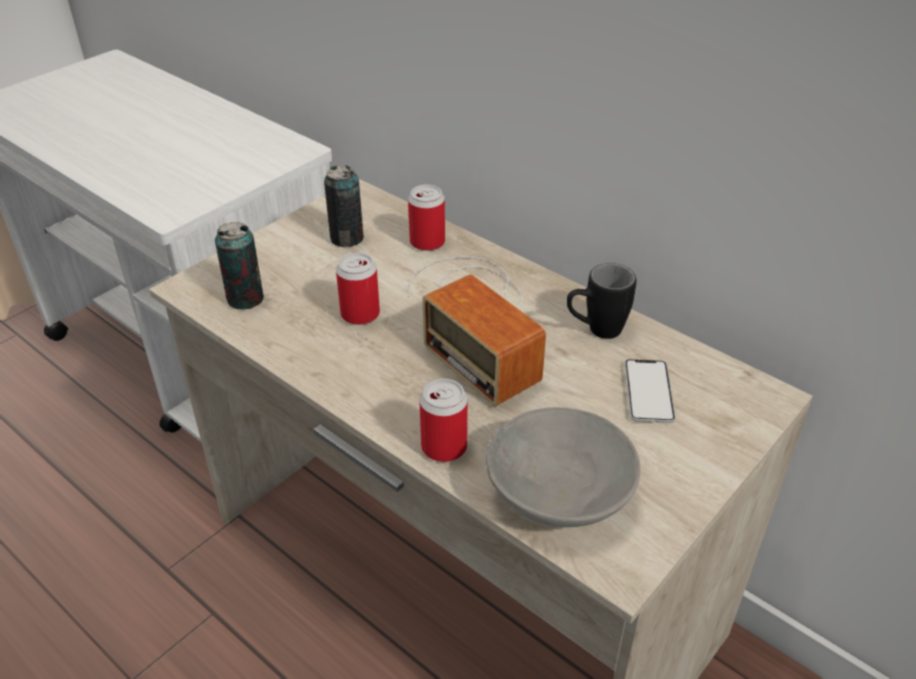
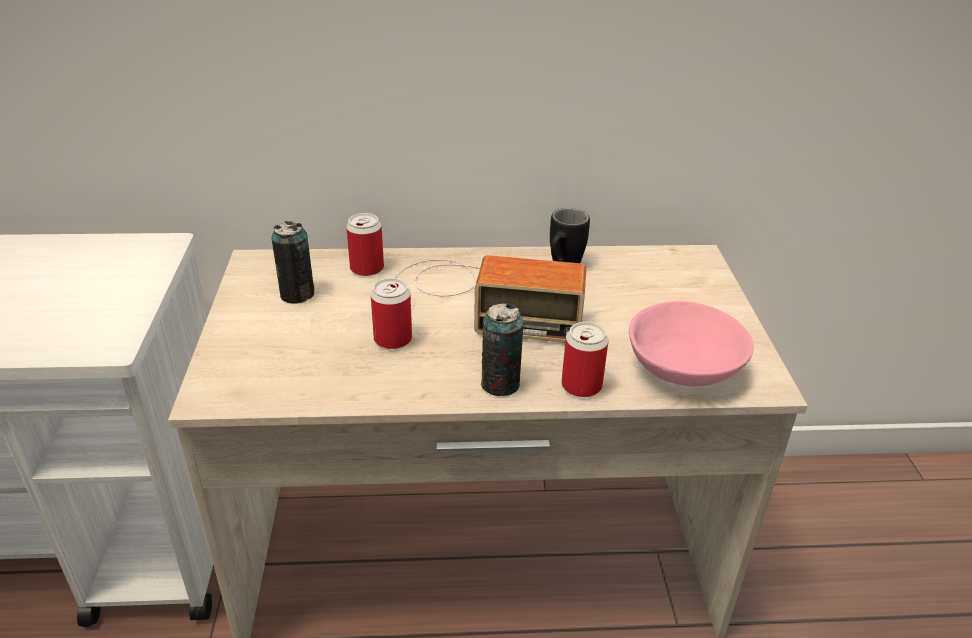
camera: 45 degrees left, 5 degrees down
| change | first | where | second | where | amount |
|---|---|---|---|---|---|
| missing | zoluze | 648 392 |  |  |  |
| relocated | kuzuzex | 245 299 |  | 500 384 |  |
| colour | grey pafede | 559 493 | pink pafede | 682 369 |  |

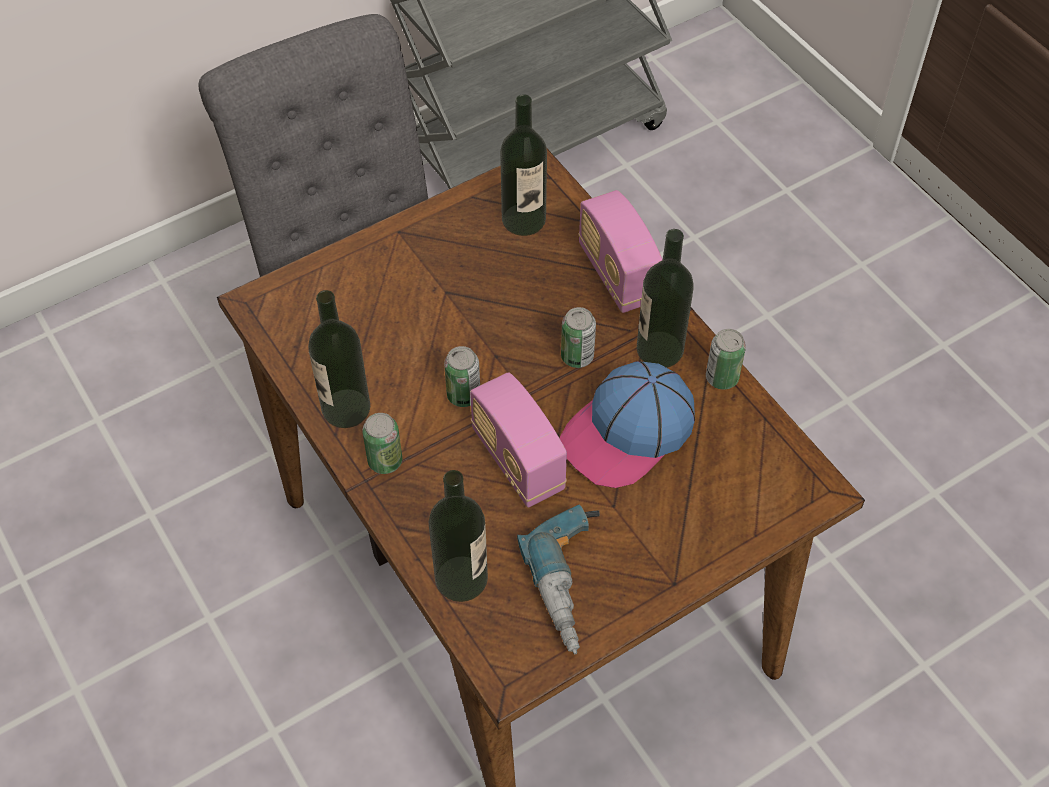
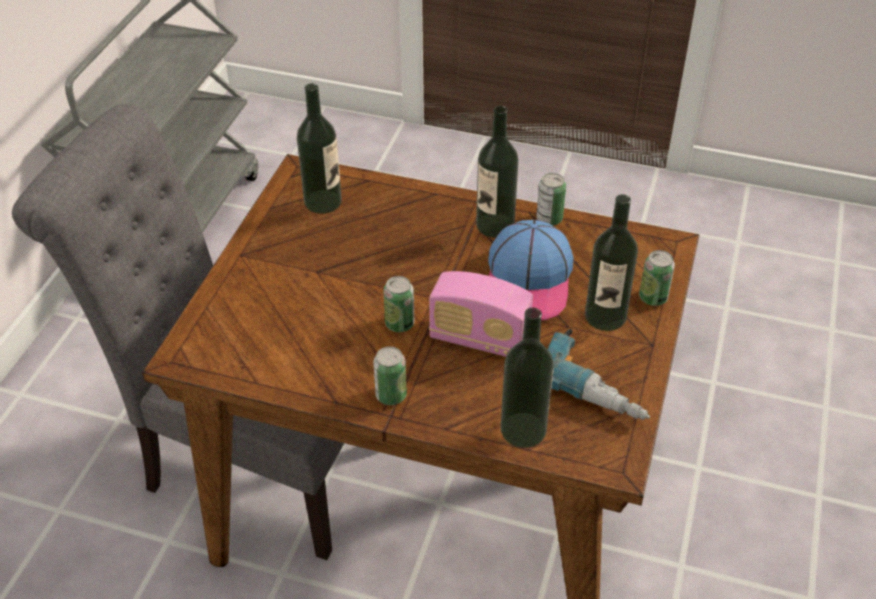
camera: 40 degrees left, 10 degrees down
| change | first | where | second | where | amount |
|---|---|---|---|---|---|
| missing | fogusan | 617 274 |  |  |  |
| relocated | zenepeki | 346 408 |  | 605 316 |  |
| relocated | kuzuzex | 577 356 |  | 653 297 |  |

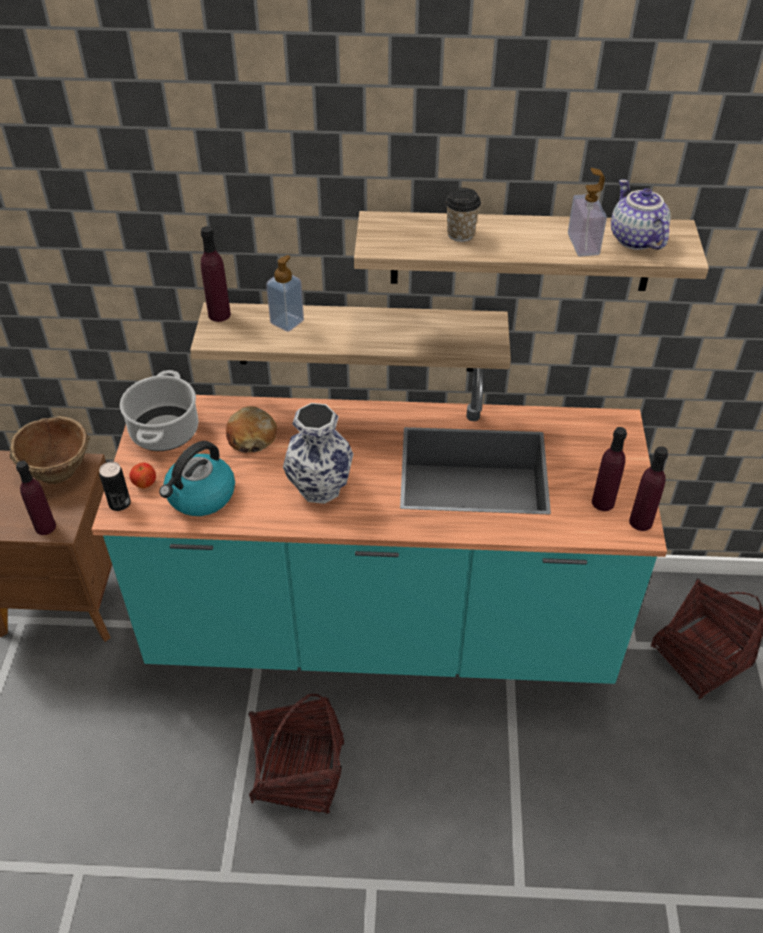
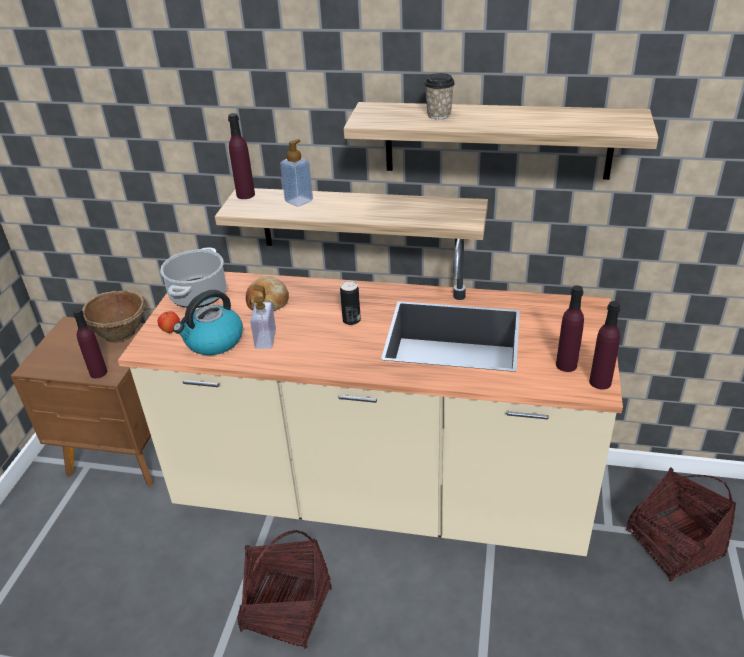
camera: 10 degrees right, 10 degrees down
| change | first | where | second | where | amount |
|---|---|---|---|---|---|
| missing | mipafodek | 320 486 |  |  |  |
| missing | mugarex | 634 239 |  |  |  |
| relocated | kuzuzex | 119 503 |  | 351 320 |  |
| relocated | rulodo | 583 244 |  | 265 339 |  |
| colour | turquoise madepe | 381 630 | beige madepe | 381 497 |  |

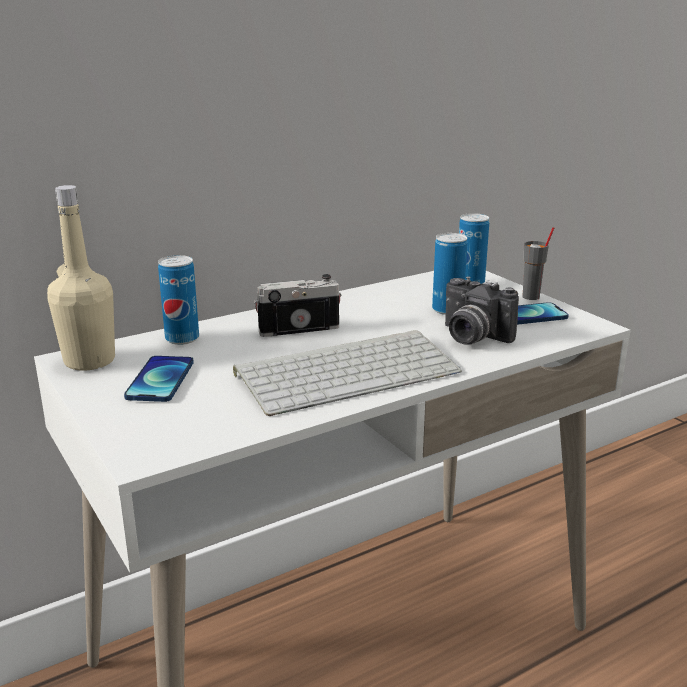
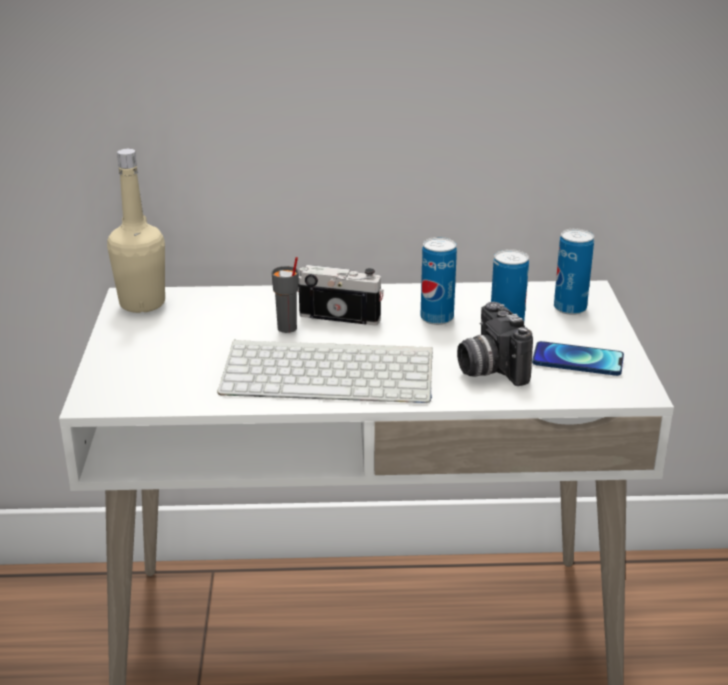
camera: 30 degrees right, 5 degrees up
| change | first | where | second | where | amount |
|---|---|---|---|---|---|
| missing | zoluze | 160 380 |  |  |  |
| relocated | kuzuzex | 182 339 |  | 437 318 |  |
| relocated | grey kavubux | 531 297 |  | 287 328 |  |

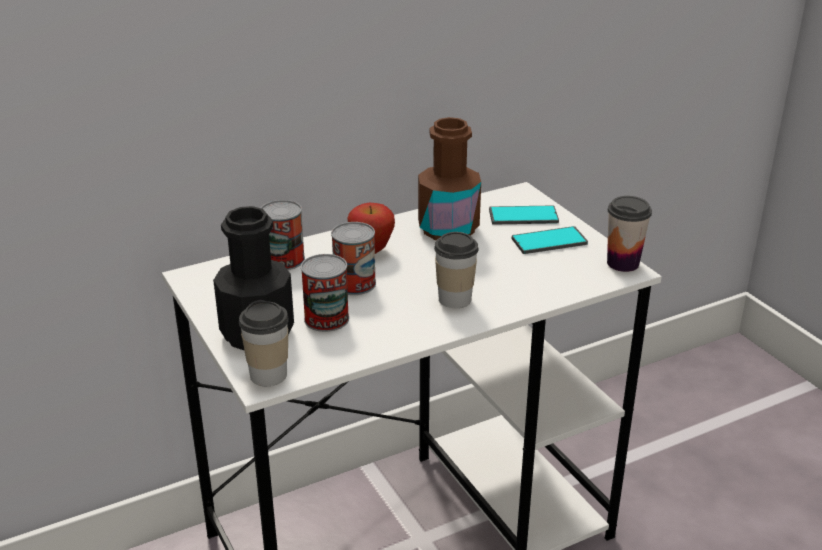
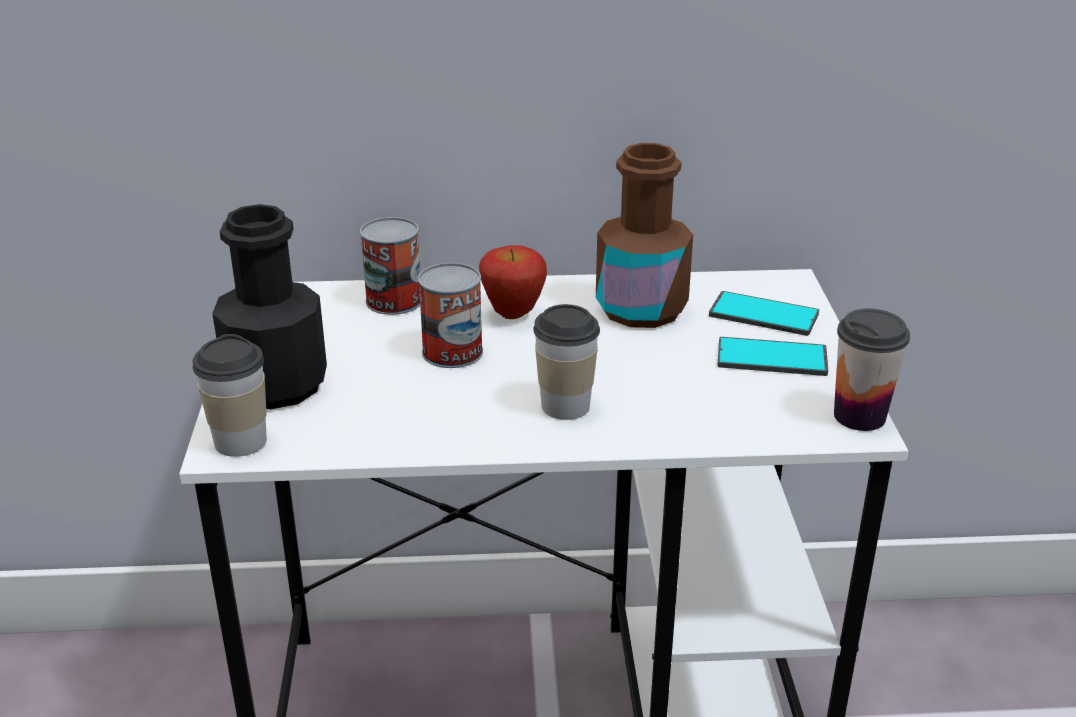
camera: 25 degrees right, 0 degrees up
| change | first | where | second | where | amount |
|---|---|---|---|---|---|
| missing | kuzuzex | 326 319 |  |  |  |

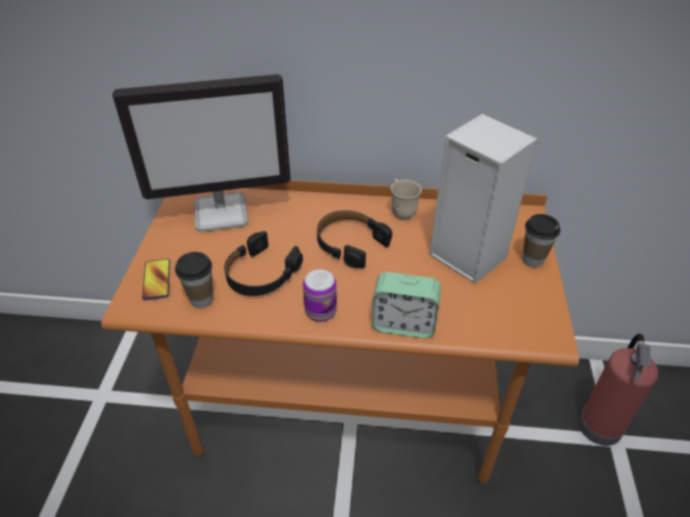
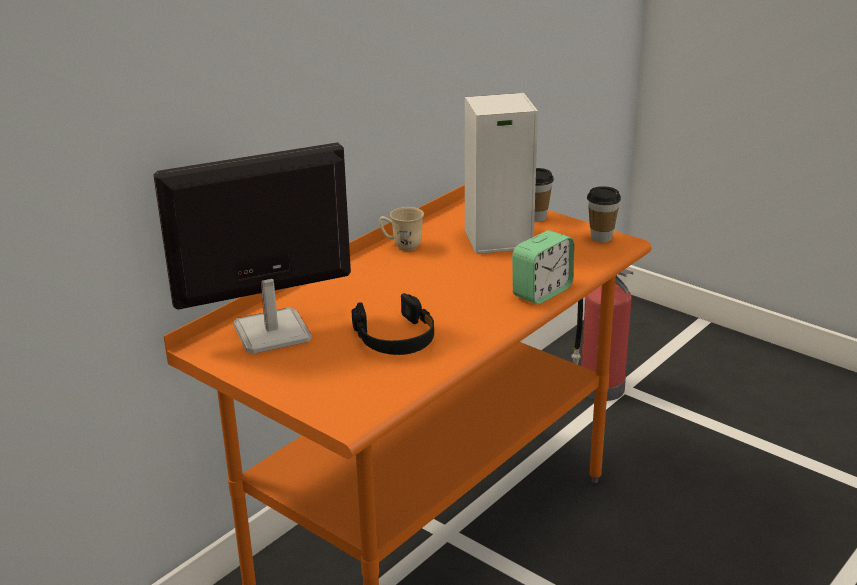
camera: 55 degrees left, 15 degrees down
| change | first | where | second | where | amount |
|---|---|---|---|---|---|
| missing | zoluze | 157 280 |  |  |  |
| missing | kuzuzex | 320 311 |  |  |  |
| missing | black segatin | 350 243 |  |  |  |
| relocated | kavubux | 201 300 |  | 601 237 |  |
| spun | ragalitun | 222 213 |  | 270 333 | 135 degrees counterclockwise |

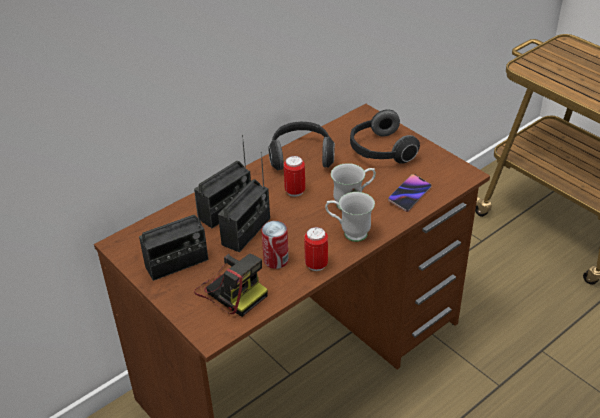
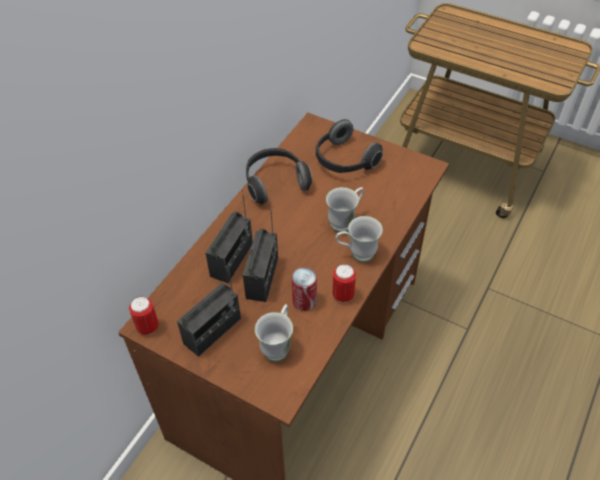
camera: 20 degrees left, 10 degrees up
| change | first | where | second | where | amount |
|---|---|---|---|---|---|
| missing | zoluze | 409 195 |  |  |  |
| relocated | kuzuzex | 295 191 |  | 148 327 |  |
| exchanged | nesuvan | 231 290 | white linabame | 278 345 |  |

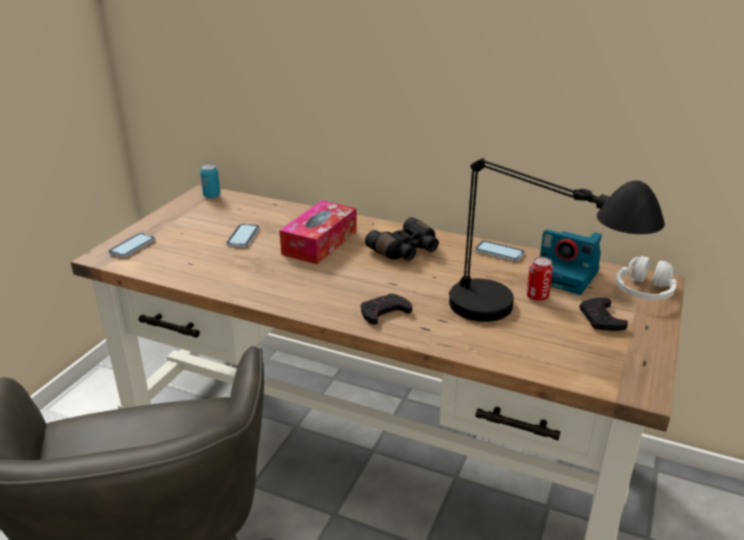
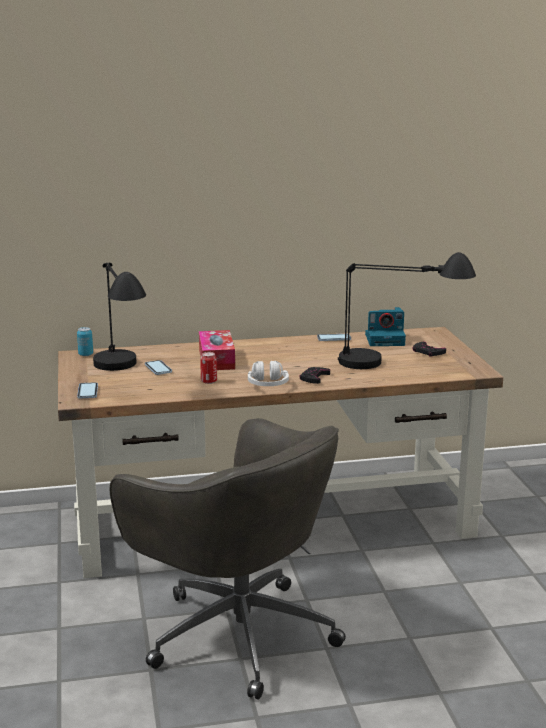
camera: 35 degrees left, 10 degrees down
| change | first | where | second | where | amount |
|---|---|---|---|---|---|
| missing | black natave | 406 251 |  |  |  |
| appeared |  |  | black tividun | 122 376 |  |
| relocated | kuzuzex | 537 296 |  | 209 381 |  |
| relocated | white segatin | 644 291 |  | 267 384 |  |

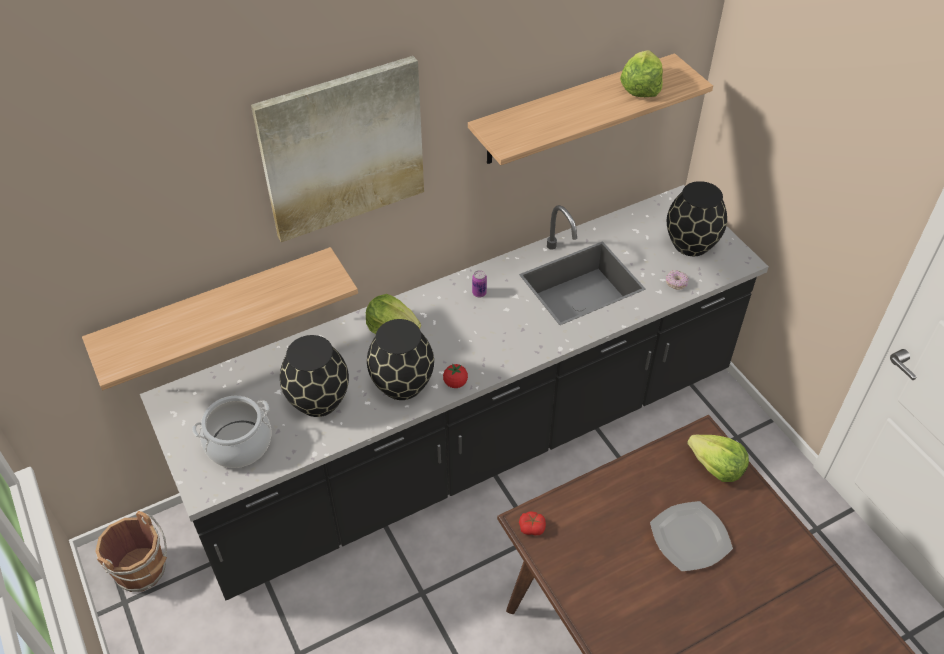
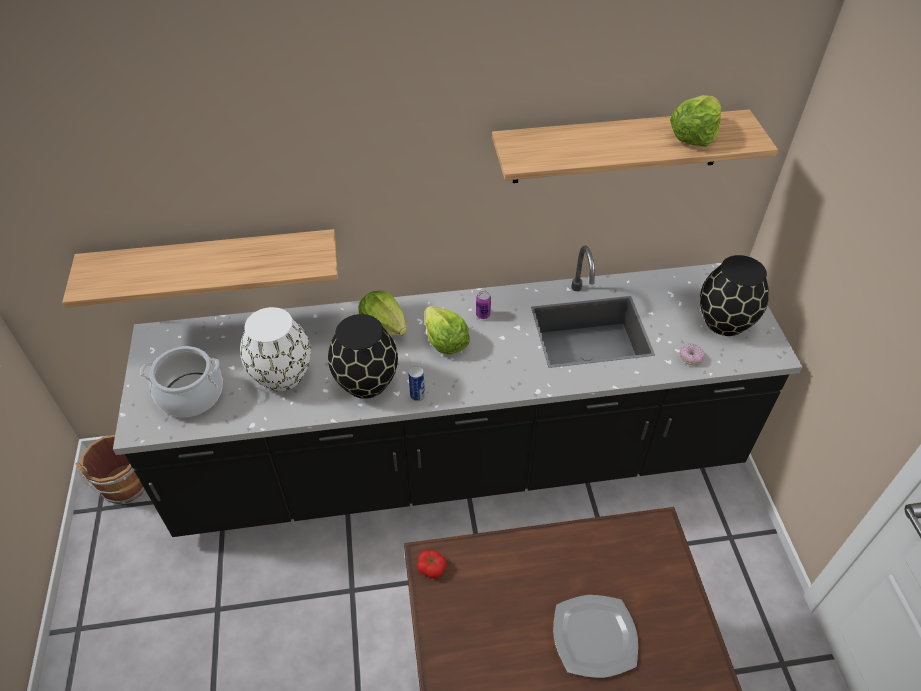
camera: 20 degrees right, 0 degrees up
| change | first | where | second | where | amount |
|---|---|---|---|---|---|
| missing | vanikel | 342 149 |  |  |  |
| relocated | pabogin | 716 467 |  | 445 341 |  |
| exchanged | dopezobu | 455 383 | kuzuzex | 417 395 |  |
| colour | black mipafodek | 319 401 | white mipafodek | 282 376 |  |

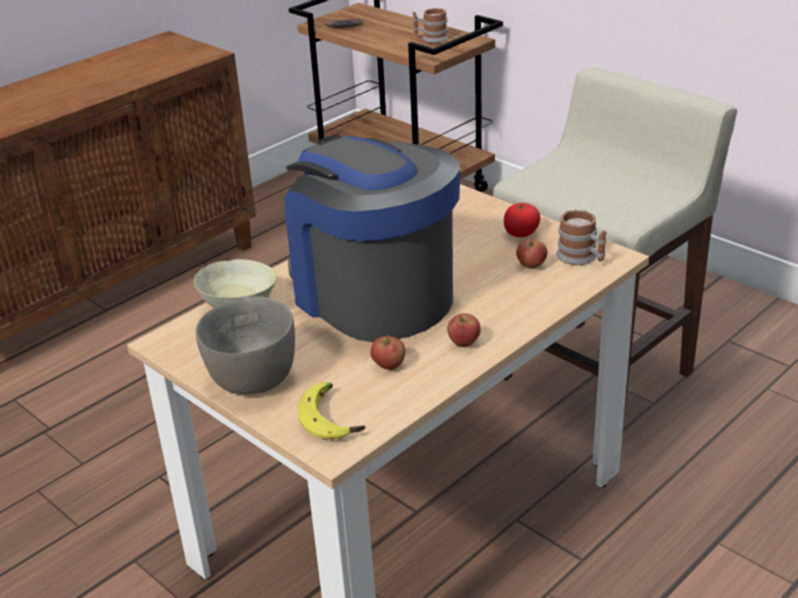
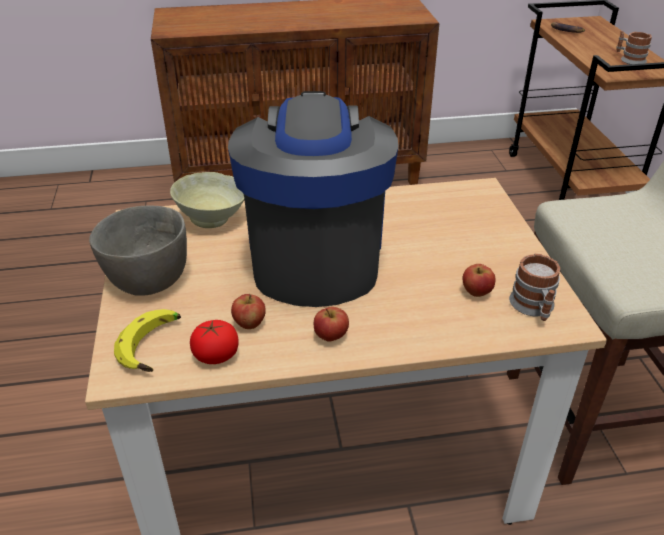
camera: 35 degrees right, 5 degrees up
| change | first | where | second | where | amount |
|---|---|---|---|---|---|
| relocated | dopezobu | 521 233 |  | 216 355 |  |

